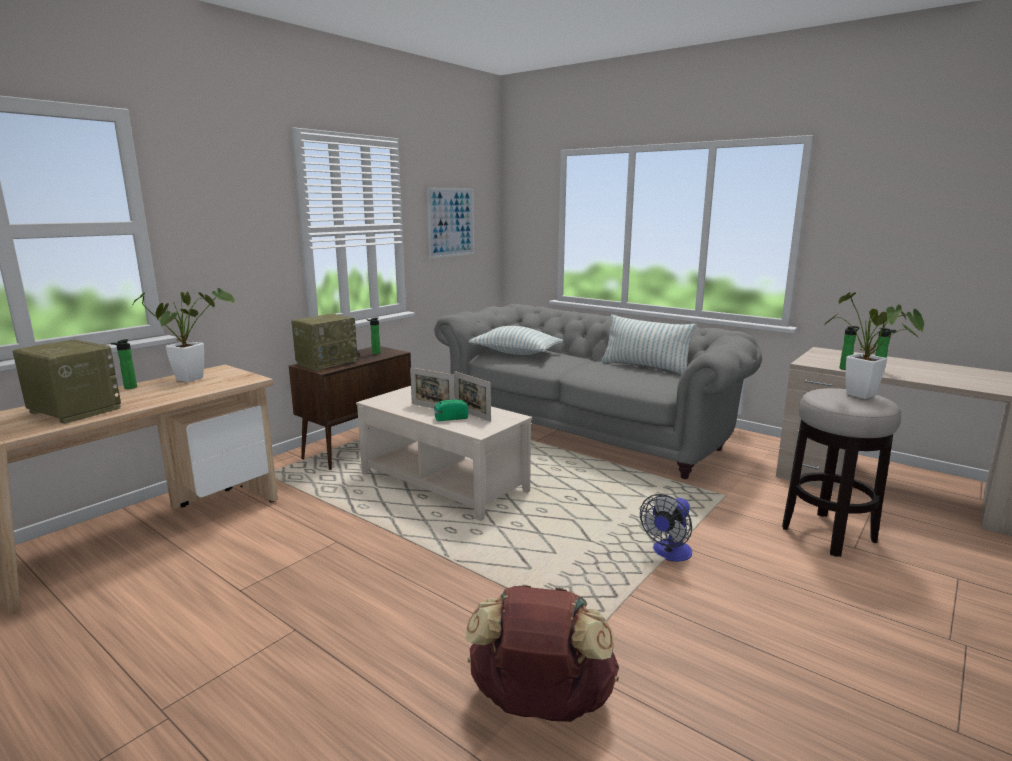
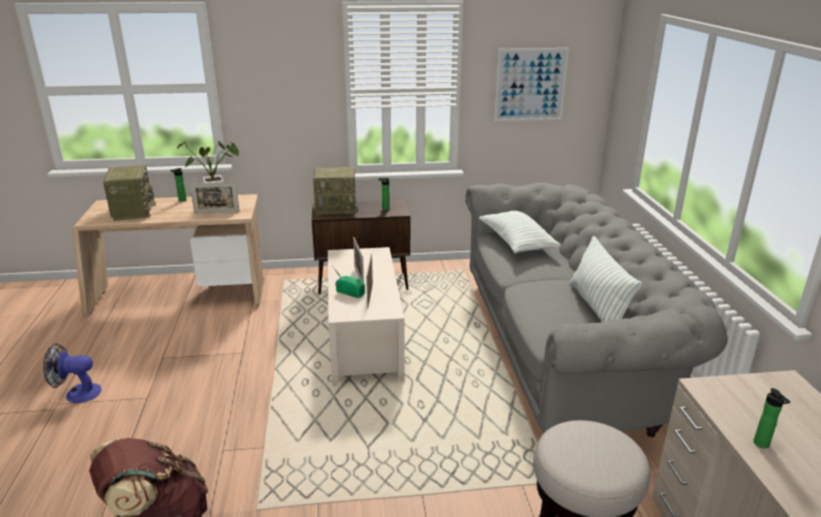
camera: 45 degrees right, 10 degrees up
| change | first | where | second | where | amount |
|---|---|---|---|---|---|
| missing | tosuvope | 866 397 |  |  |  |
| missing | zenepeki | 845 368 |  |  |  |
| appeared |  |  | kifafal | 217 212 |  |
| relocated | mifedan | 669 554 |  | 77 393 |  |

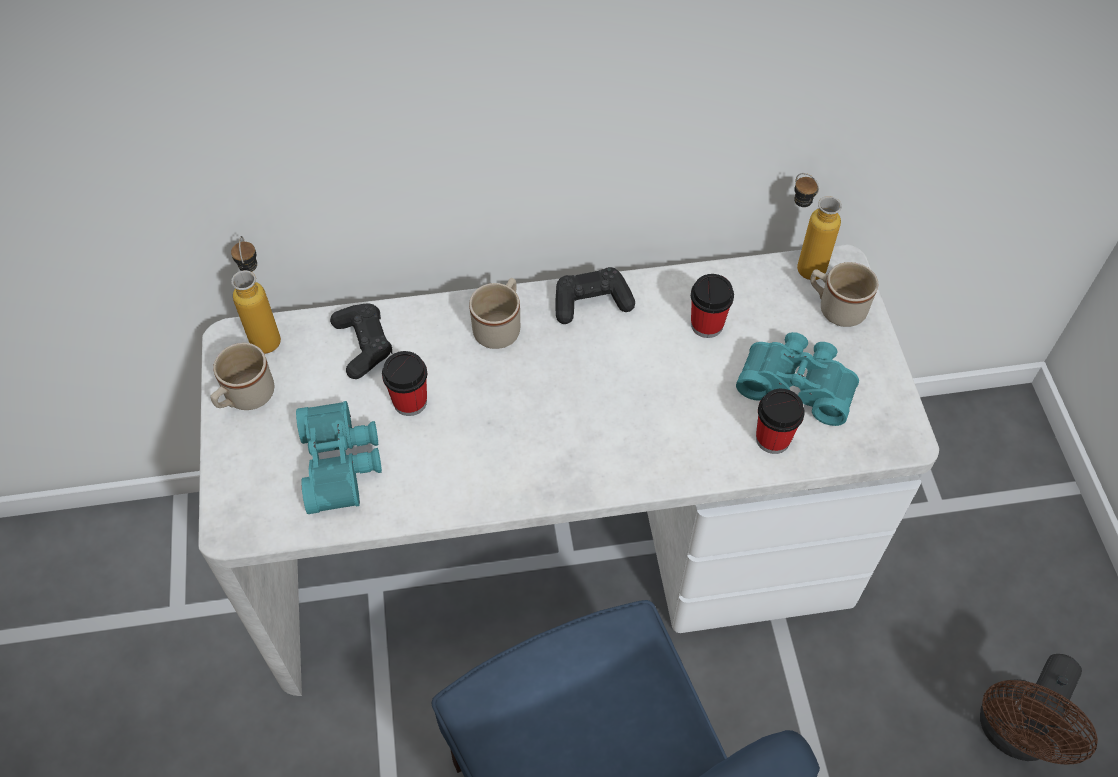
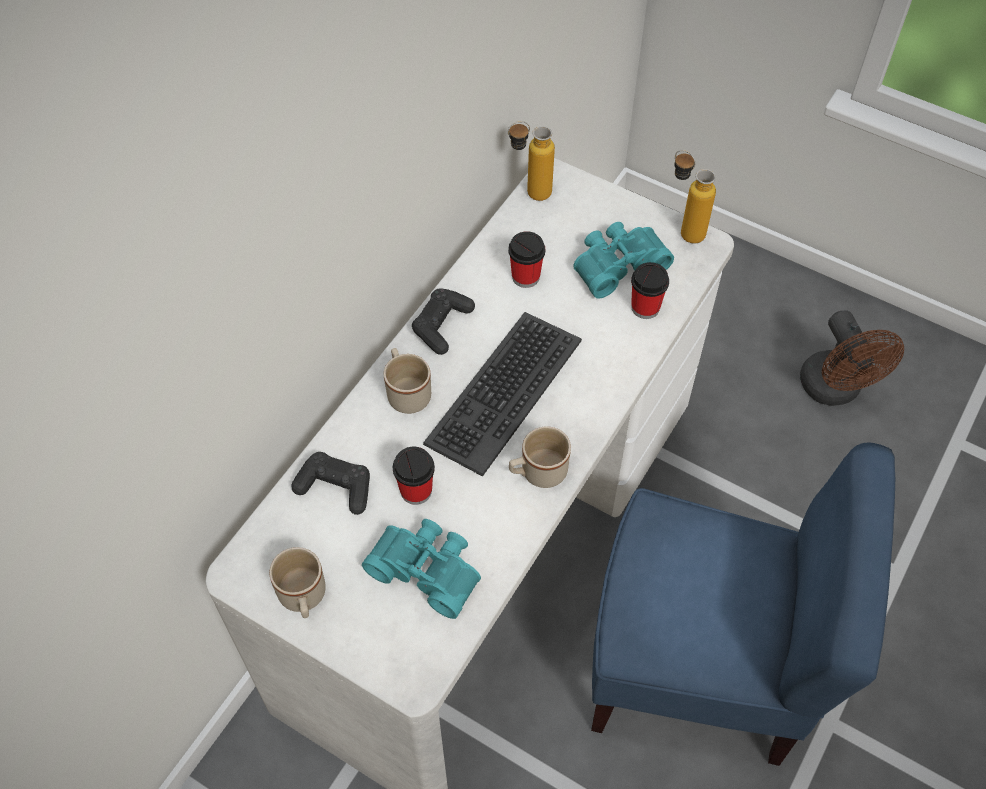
camera: 50 degrees left, 0 degrees up
| change | first | where | second | where | amount |
|---|---|---|---|---|---|
| appeared |  |  | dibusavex | 503 391 |  |
| relocated | zenepeki | 266 332 |  | 683 230 |  |
| relocated | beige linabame | 835 307 |  | 537 472 |  |

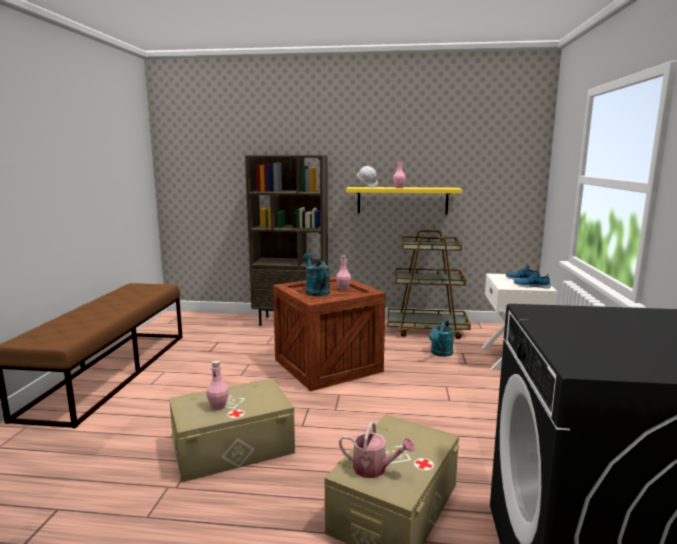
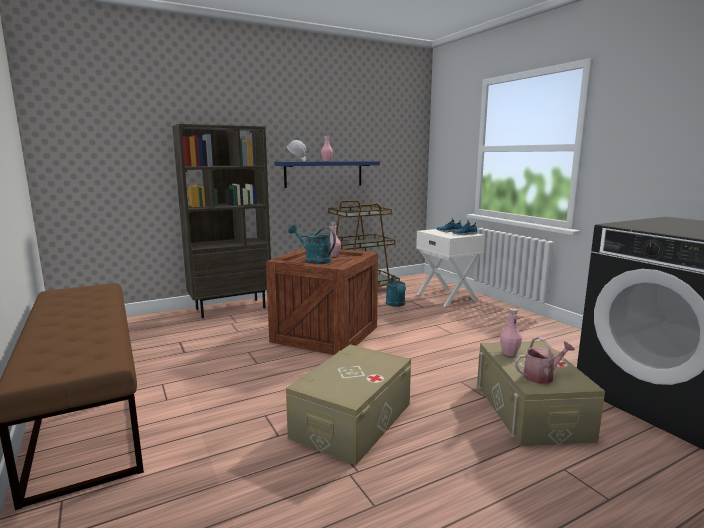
camera: 35 degrees left, 0 degrees up
| change | first | where | second | where | amount |
|---|---|---|---|---|---|
| relocated | pink zenepeki | 218 406 |  | 509 353 |  |
| colour | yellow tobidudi | 402 200 | blue tobidudi | 324 174 |  |

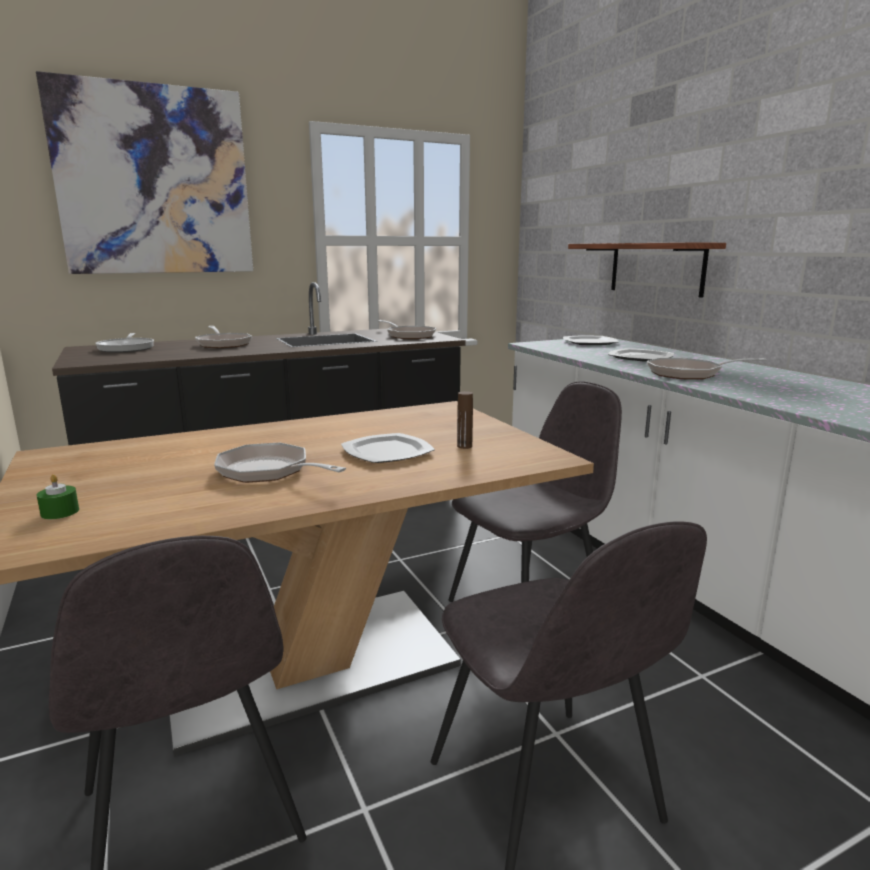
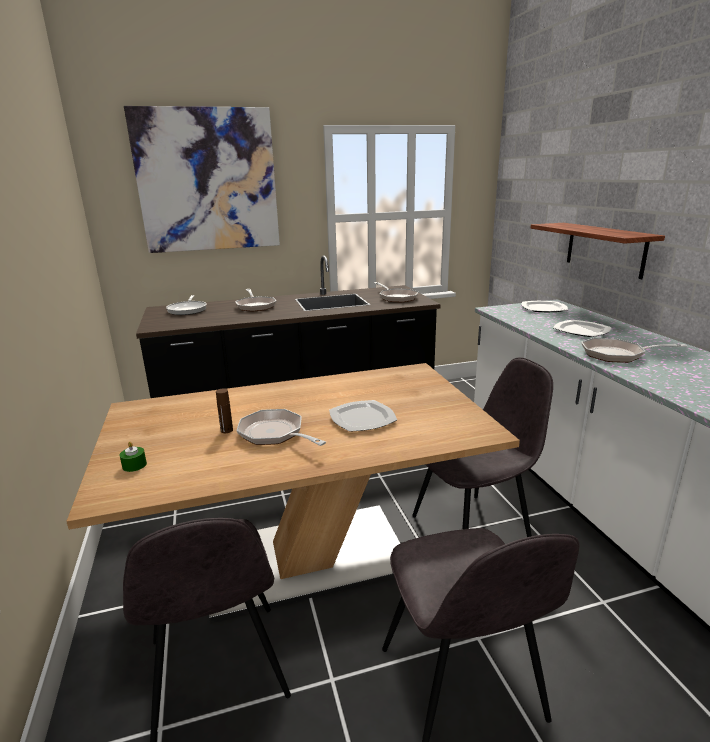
camera: 10 degrees right, 5 degrees up
| change | first | where | second | where | amount |
|---|---|---|---|---|---|
| relocated | brown zenepeki | 464 446 |  | 226 430 |  |

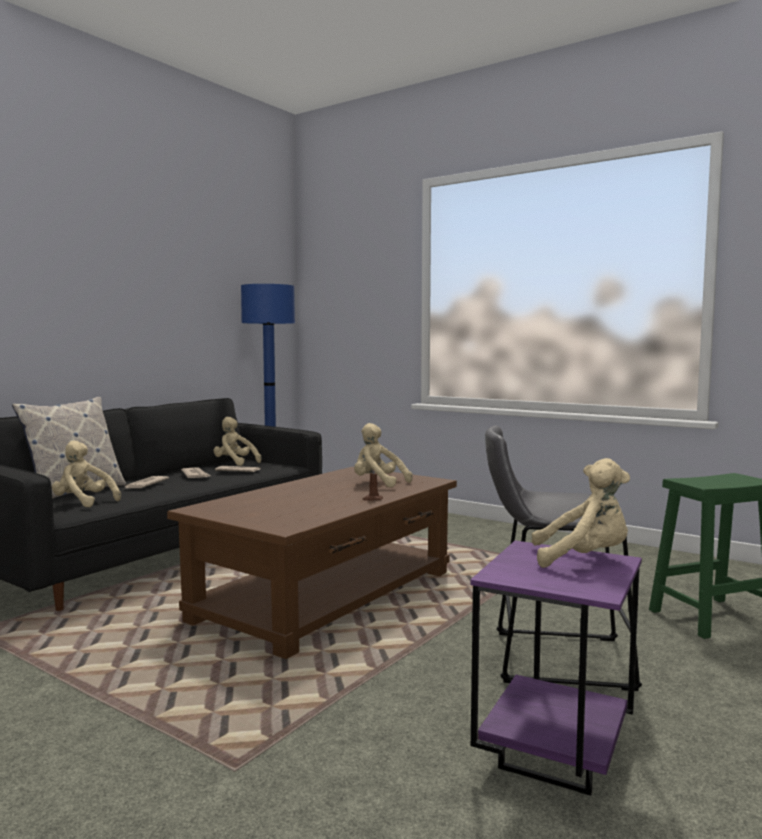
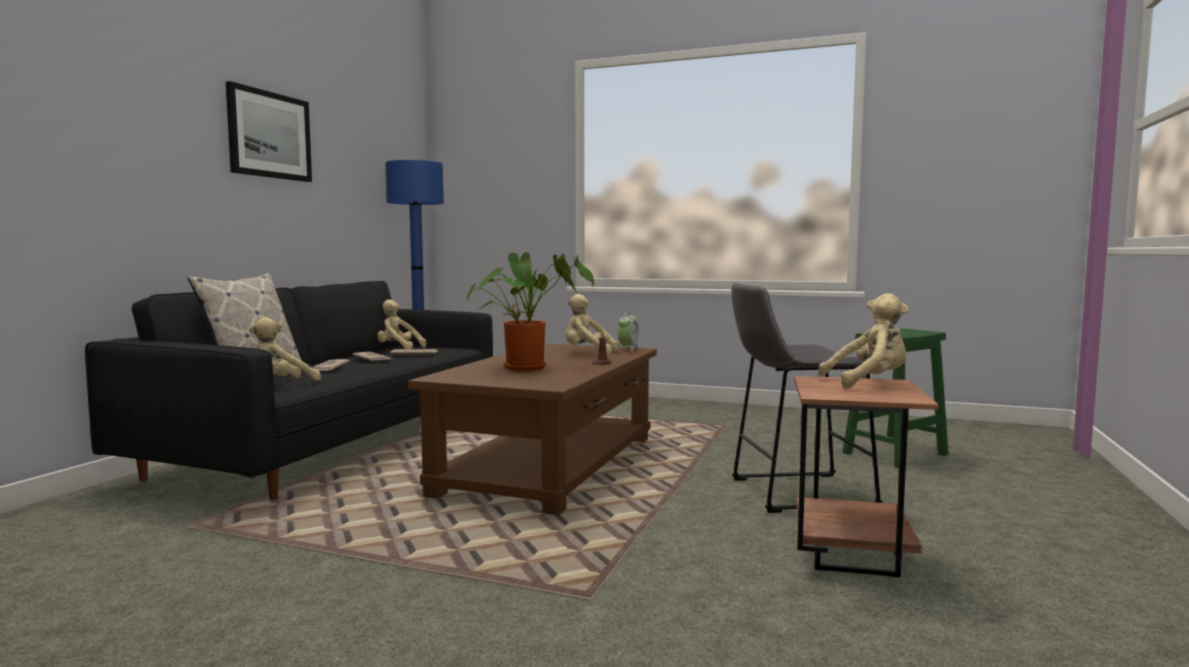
camera: 15 degrees left, 0 degrees up
| change | first | where | second | where | amount |
|---|---|---|---|---|---|
| appeared |  |  | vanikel | 269 135 |  |
| appeared |  |  | tosuvope | 529 367 |  |
| appeared |  |  | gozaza | 628 349 |  |
| colour | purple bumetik | 556 758 | brown bumetik | 854 557 |  |
| spun | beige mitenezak | 83 502 |  | 280 384 | 60 degrees counterclockwise |

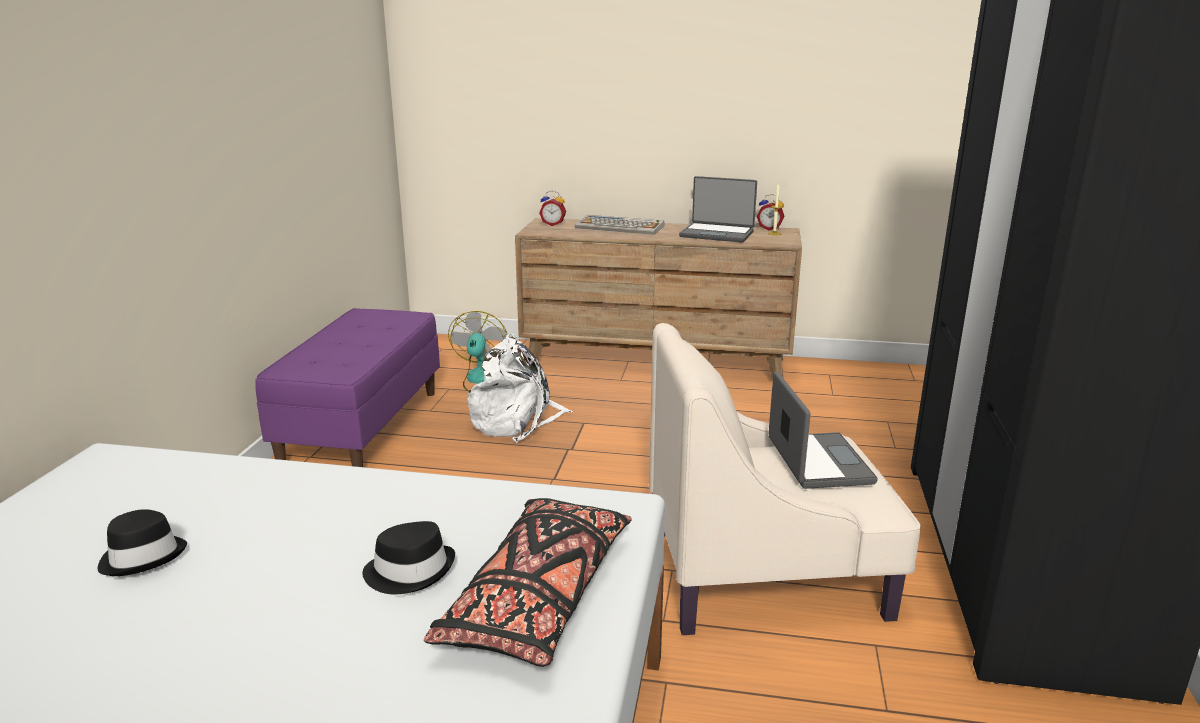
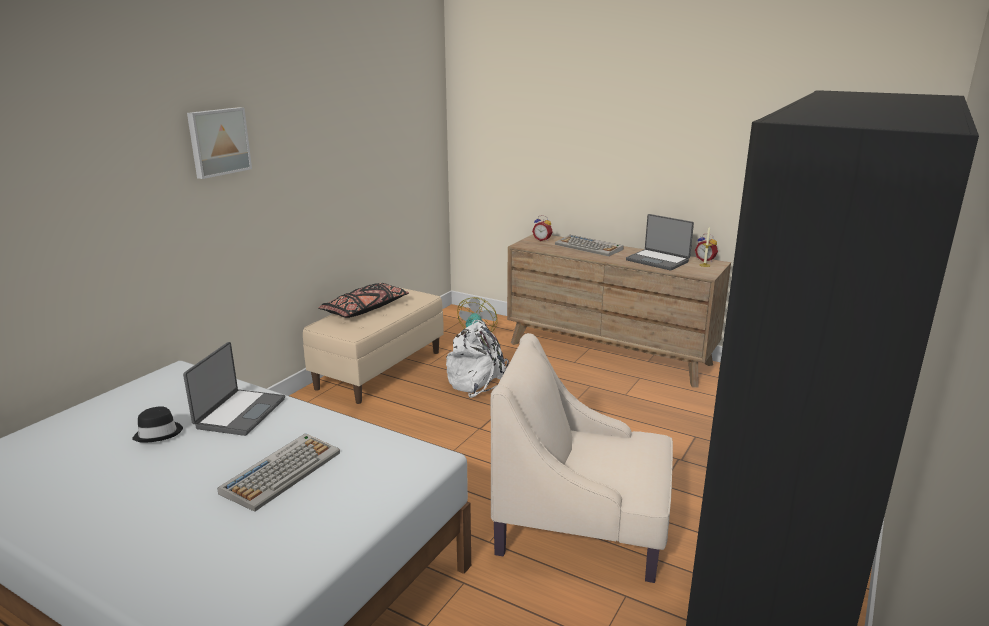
camera: 20 degrees right, 0 degrees up
| change | first | where | second | where | amount |
|---|---|---|---|---|---|
| appeared |  |  | vanikel | 218 142 |  |
| relocated | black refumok | 538 598 |  | 365 309 |  |
| relocated | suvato | 817 462 |  | 239 413 |  |
| exchanged | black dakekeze | 410 571 | dibusavex | 282 472 |  |
| colour | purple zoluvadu | 362 427 | beige zoluvadu | 379 369 |  |

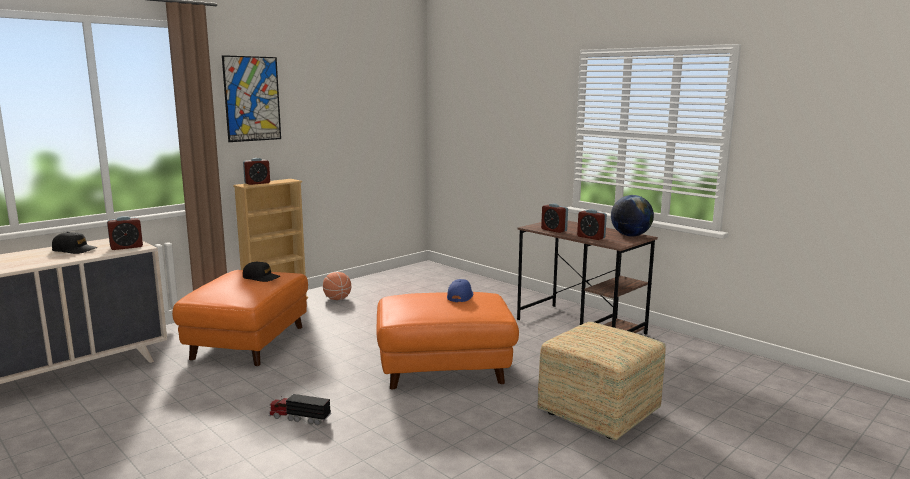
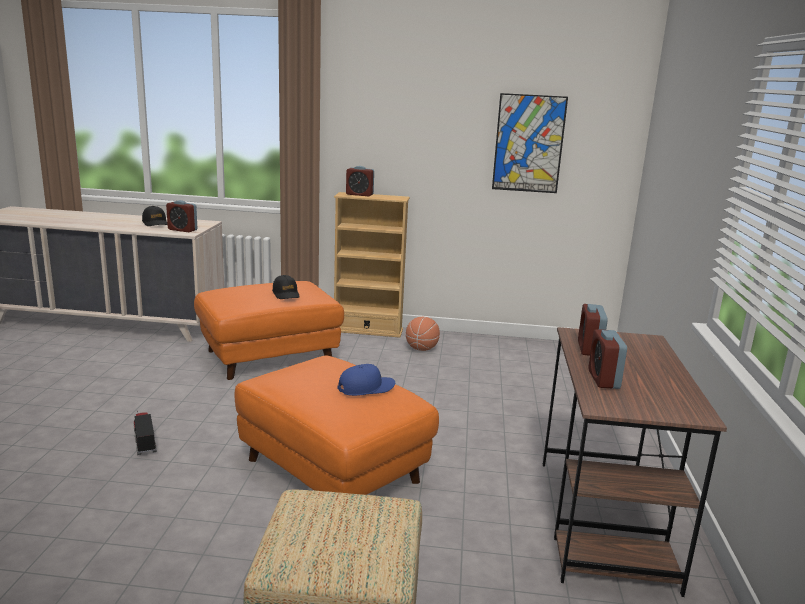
camera: 50 degrees right, 5 degrees up
| change | first | where | second | where | amount |
|---|---|---|---|---|---|
| missing | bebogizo | 630 235 |  |  |  |
| relocated | vanikel | 252 99 |  | 528 143 |  |

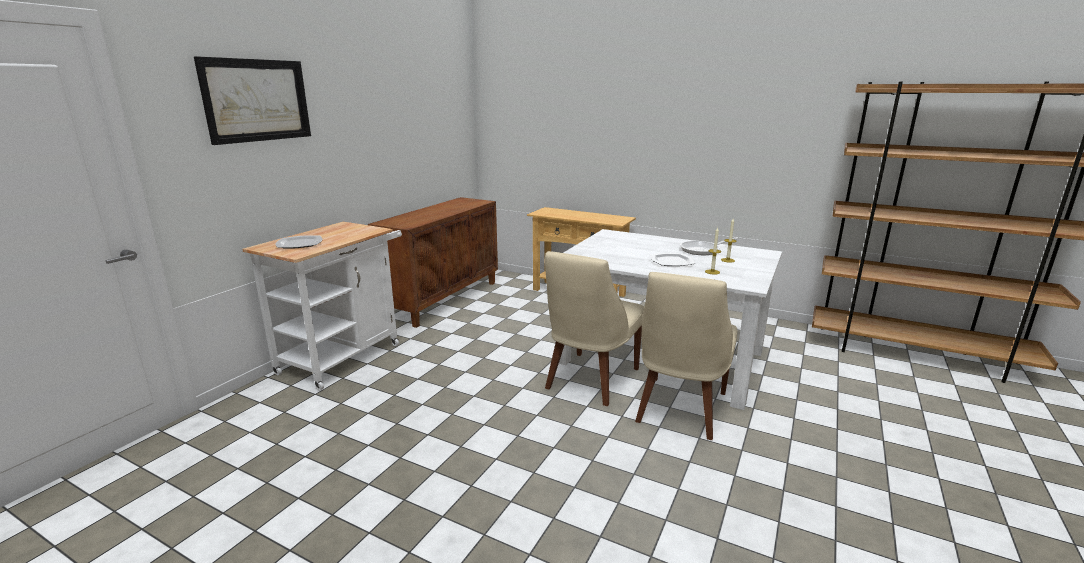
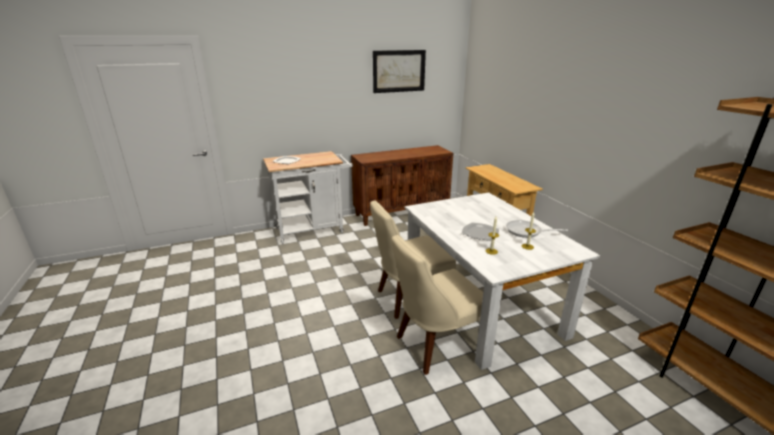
camera: 40 degrees right, 5 degrees up
| change | first | where | second | where | amount |
|---|---|---|---|---|---|
| relocated | vanikel | 257 100 |  | 399 71 |  |

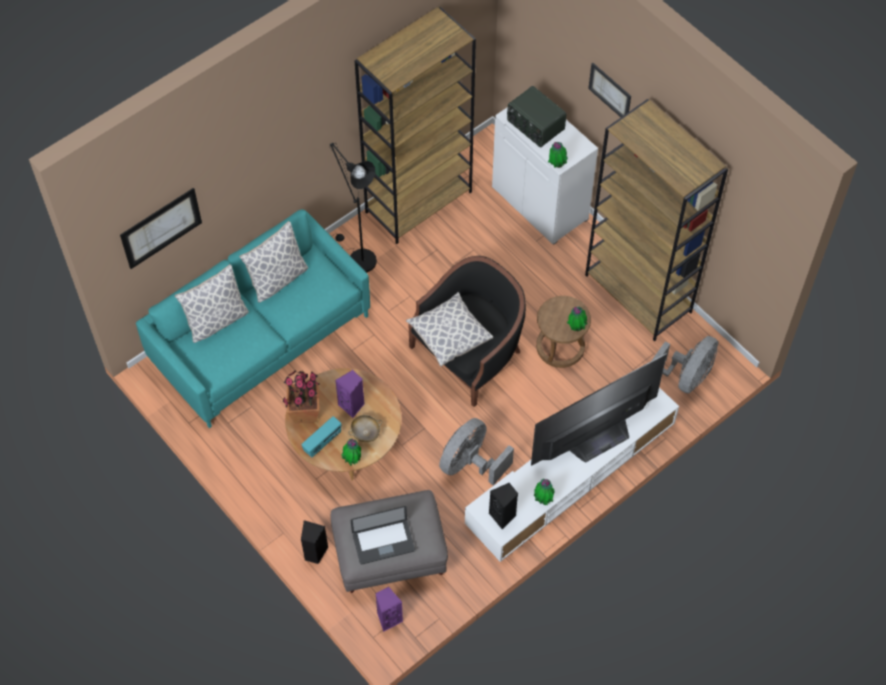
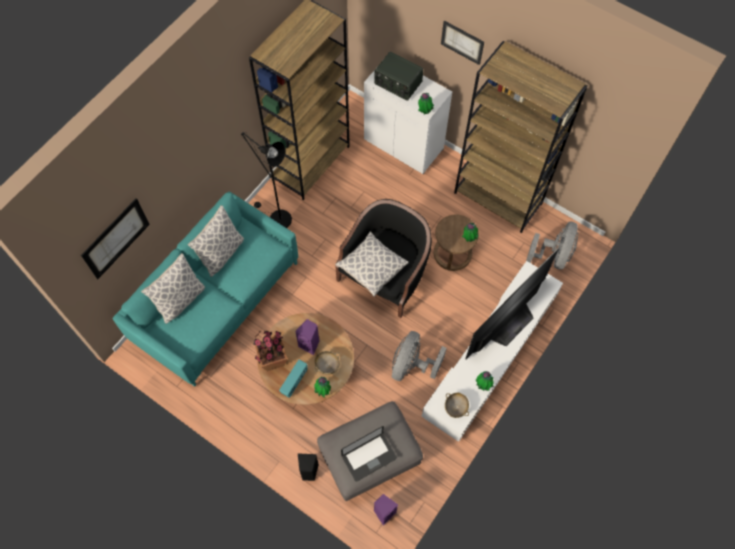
camera: 15 degrees left, 5 degrees up
| change | first | where | second | where | amount |
|---|---|---|---|---|---|
| exchanged | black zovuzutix | 503 516 | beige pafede | 456 407 |  |

